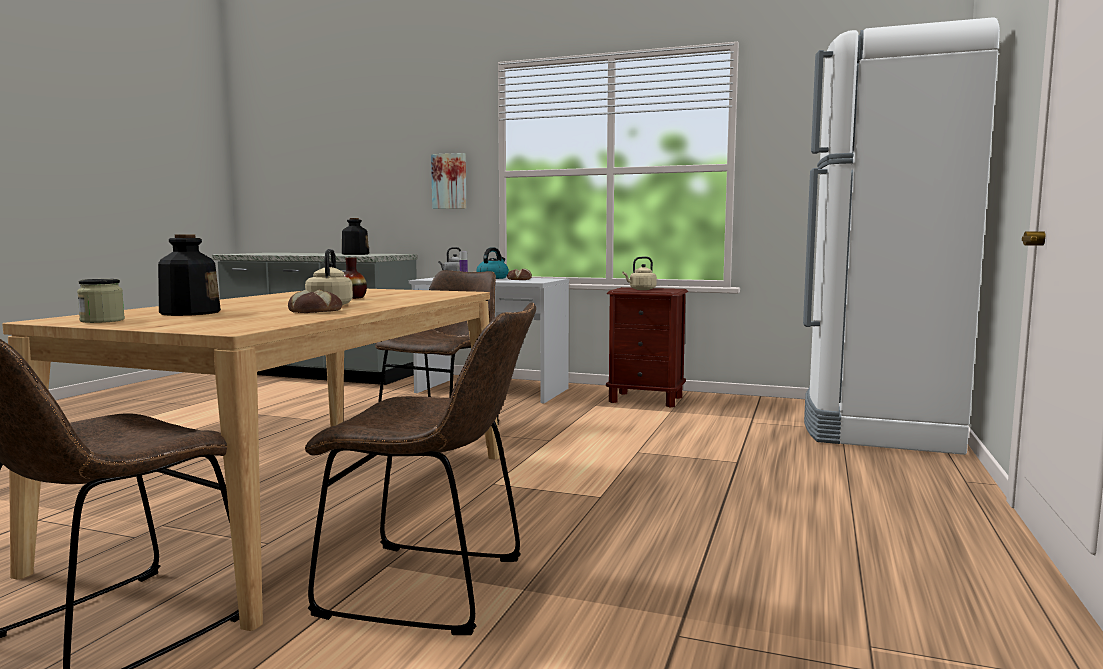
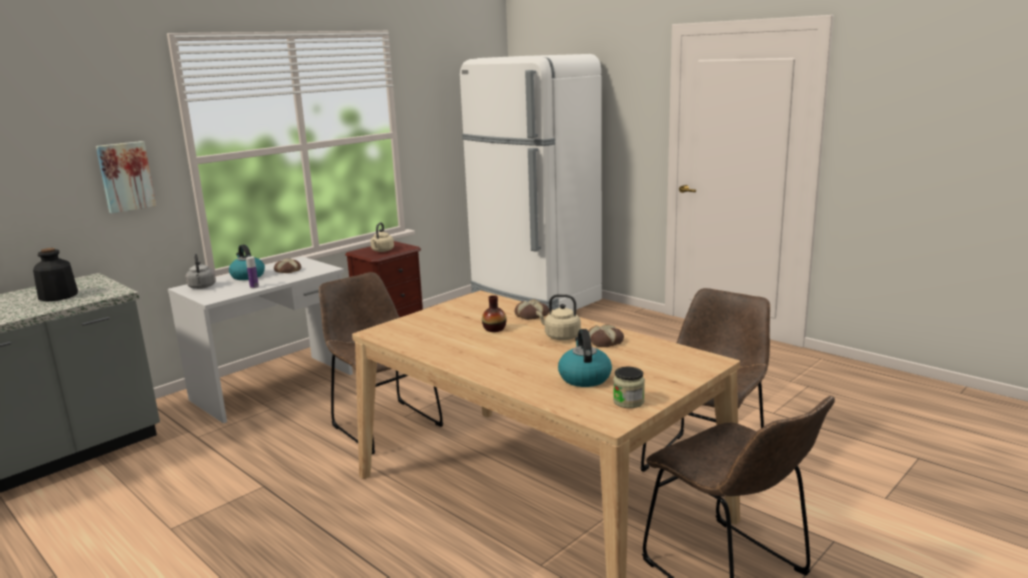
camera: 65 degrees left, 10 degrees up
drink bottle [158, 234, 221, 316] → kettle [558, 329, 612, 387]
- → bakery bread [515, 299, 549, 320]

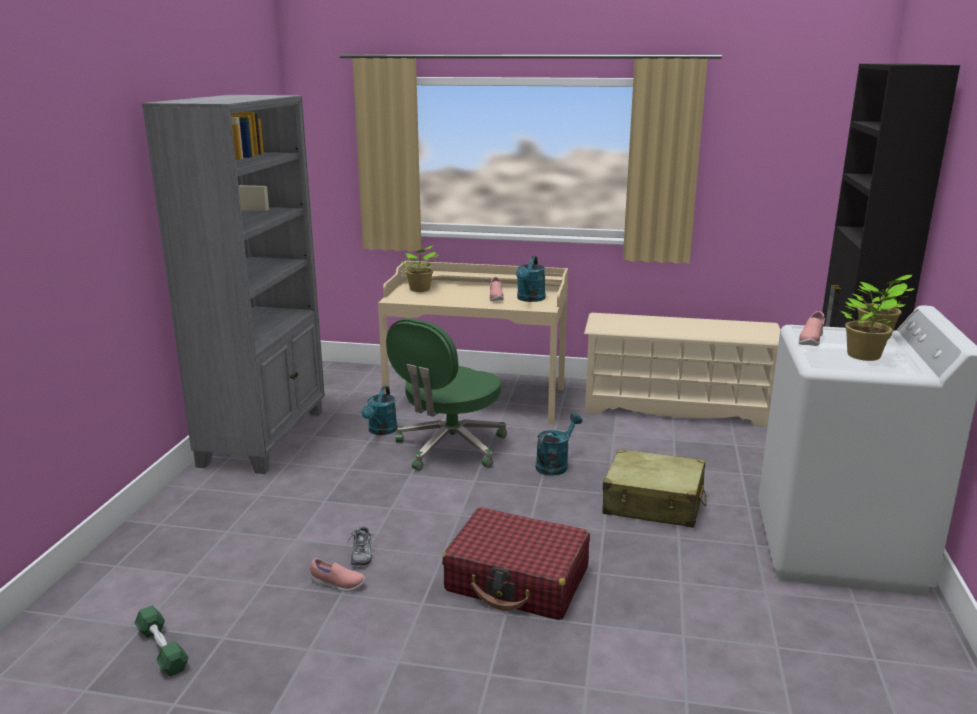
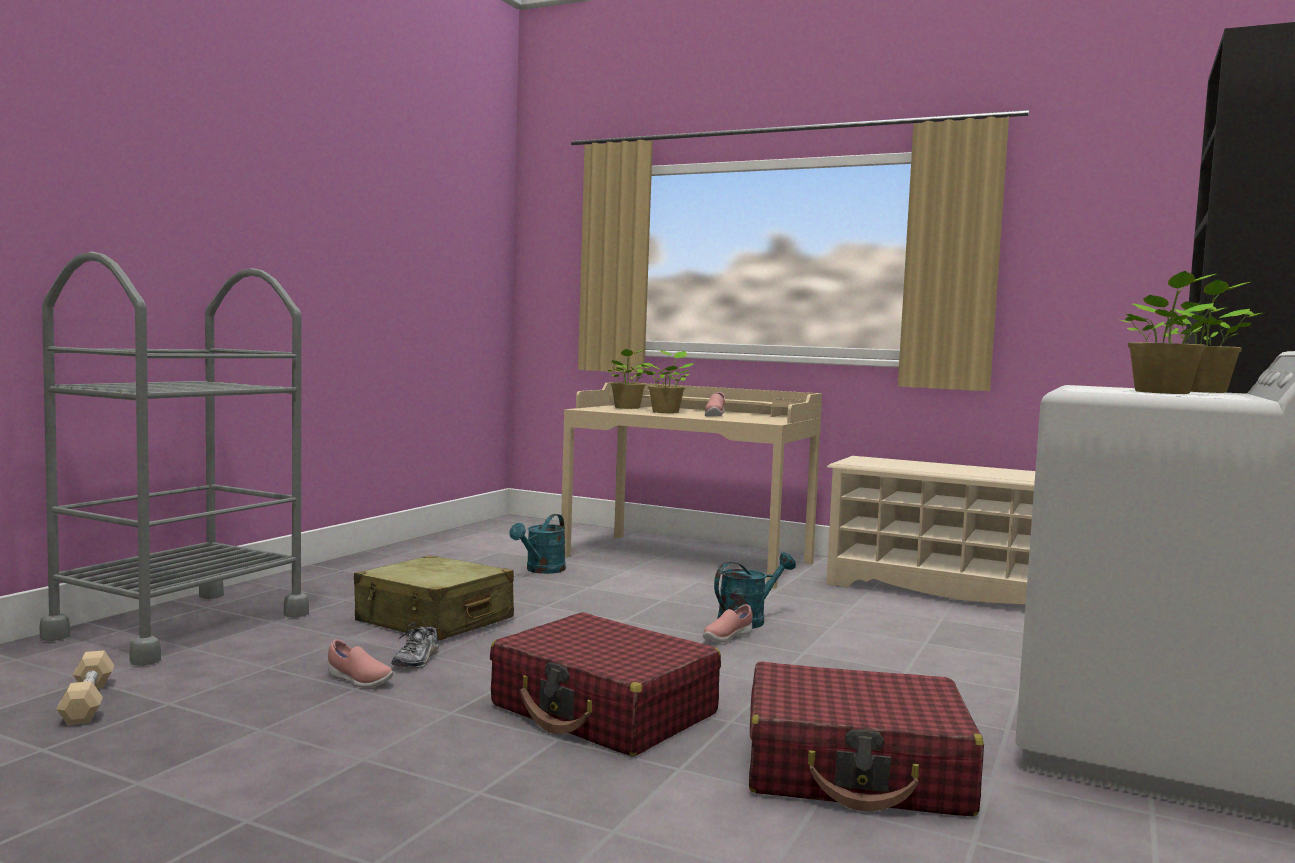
camera: 15 degrees right, 15 degrees down
shelving unit (greyish) [142, 95, 325, 474] → -
watering pot (blue-green) [516, 256, 545, 302] → -
shoe (pink-coloured) [799, 311, 825, 346] → shoe (pink-coloured) [703, 604, 753, 643], relocated
office chair (green) [386, 318, 507, 471] → -
travel case (sand-coloured) [602, 449, 707, 528] → travel case (sand-coloured) [354, 555, 514, 641], relocated
dumbbell (green) [135, 606, 189, 677] → dumbbell (sand-coloured) [57, 650, 114, 725]
- → trolley (greyish) [40, 252, 309, 666]
- → plant in a pot [641, 350, 694, 413]
- → travel case (reddish) [749, 661, 984, 817]

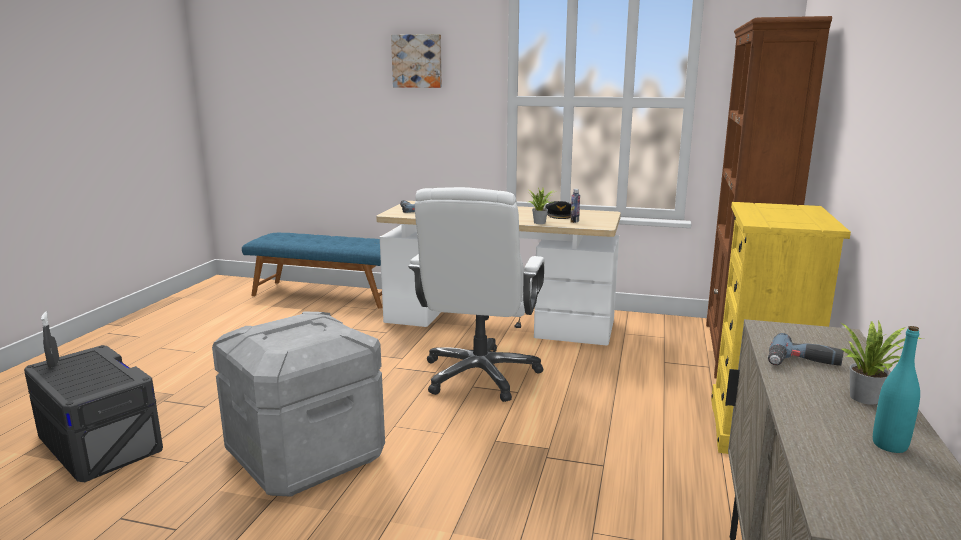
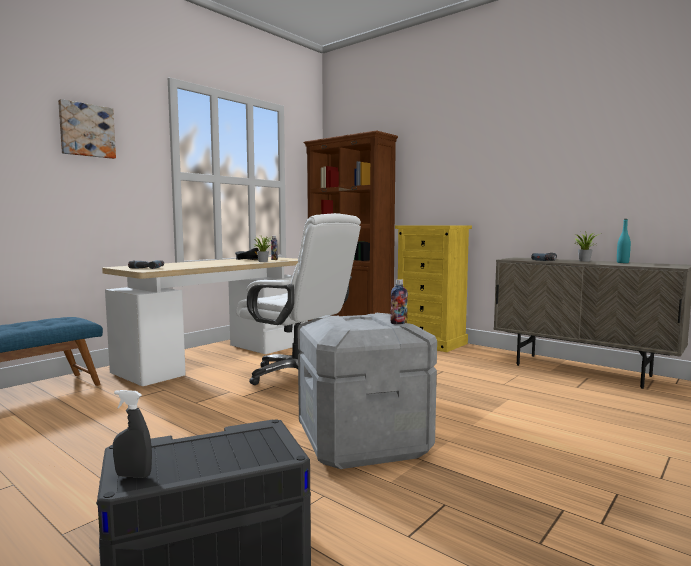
camera: 65 degrees left, 10 degrees down
- → drink bottle [390, 279, 408, 324]

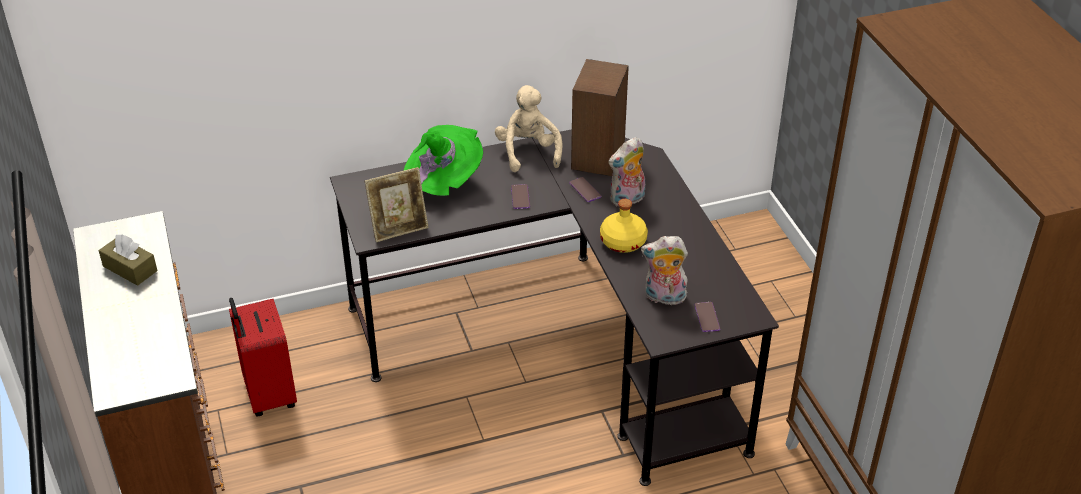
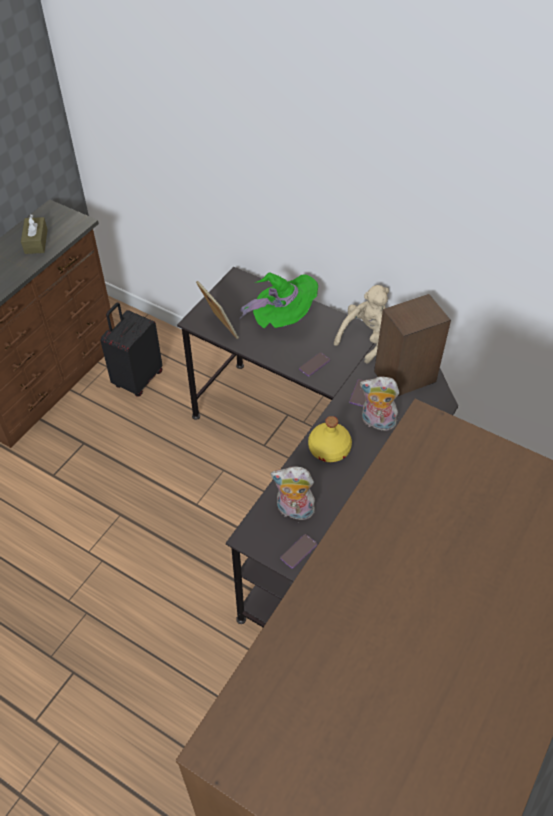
camera: 50 degrees right, 10 degrees up
standing frame [365, 167, 429, 242] → standing frame [196, 281, 239, 339], 150 degrees counterclockwise
plush toy [641, 236, 688, 308] → plush toy [271, 466, 315, 520], 45 degrees counterclockwise
travel case (reddish) [229, 298, 297, 416] → travel case (black-coloured) [100, 303, 162, 397]

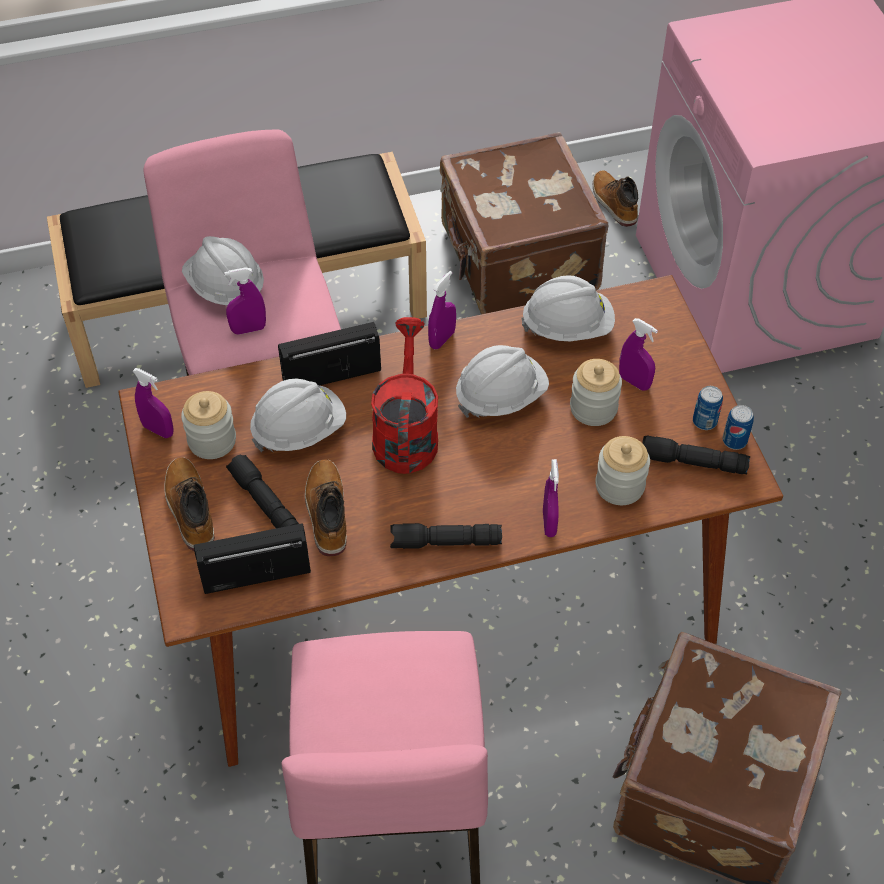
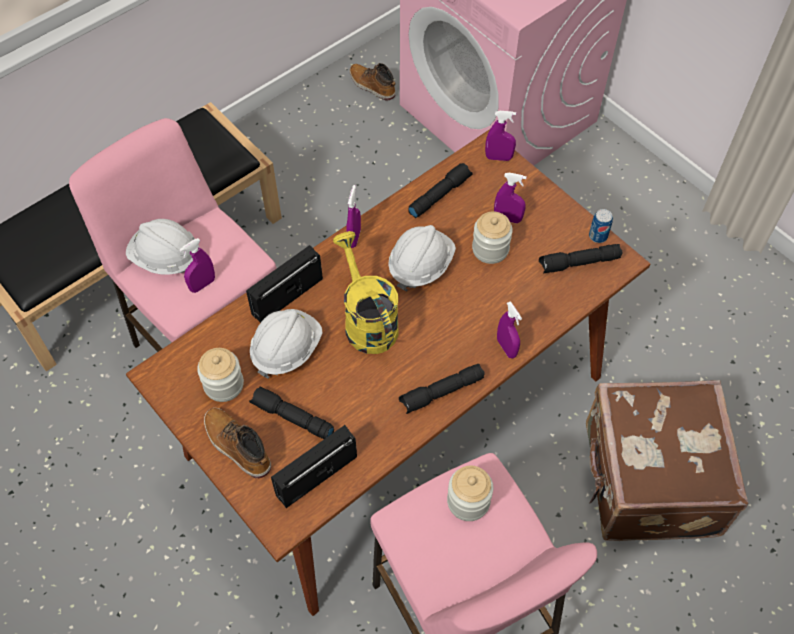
camera: 25 degrees left, 5 degrees up
travel case (brownish) [440, 132, 609, 314] → -
safety helmet (white-coloured) [521, 275, 615, 341] → hand torch (black-coloured) [408, 163, 473, 218]
watering pot (reddish) [371, 317, 438, 474] → watering pot (yellowish) [333, 231, 398, 354]
spray bottle (purple) [132, 368, 174, 438] → spray bottle (purple) [485, 111, 516, 161], relocated
can [693, 386, 723, 430] → -
preserve jar [595, 436, 650, 505] → preserve jar [447, 466, 493, 521], relocated
boot [305, 459, 347, 556] → -

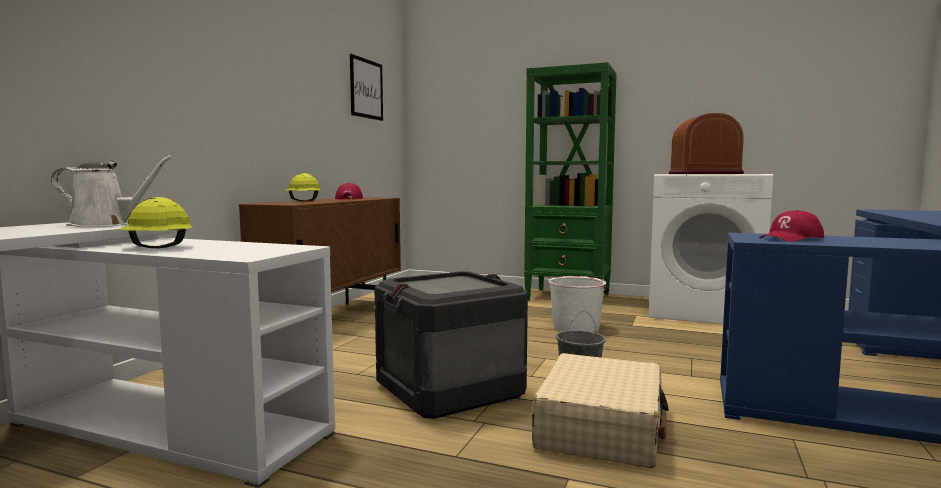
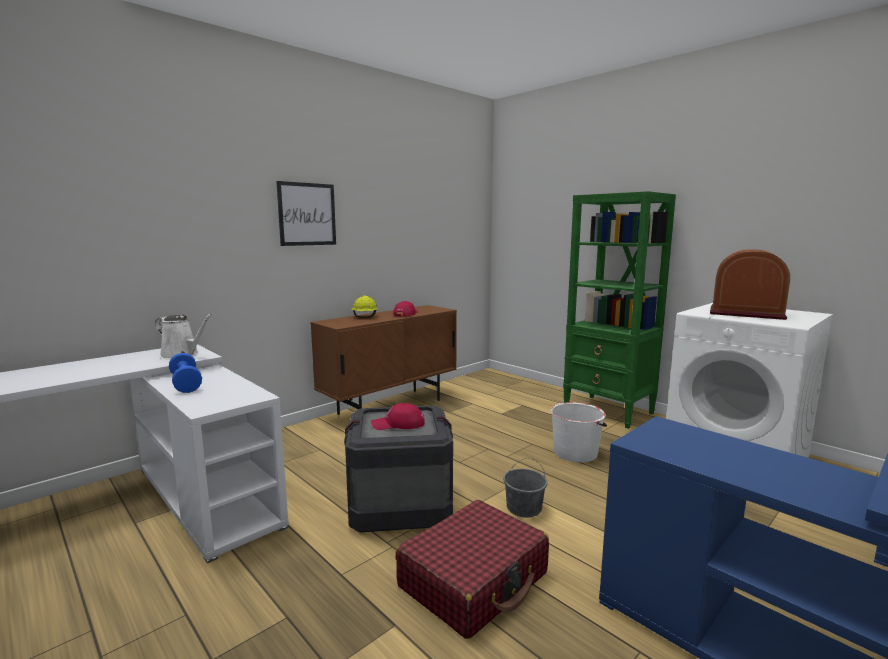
camera: 25 degrees right, 5 degrees up
picture [350, 54, 383, 121] → picture [276, 181, 336, 246], relocated
safety helmet (yellowish) [120, 197, 193, 248] → dumbbell (blue-coloured) [169, 353, 202, 393]
cap (reddish) [759, 210, 824, 242] → cap (reddish) [371, 403, 425, 430], relocated
travel case (sand-coloured) [532, 353, 669, 469] → travel case (reddish) [396, 500, 549, 639]

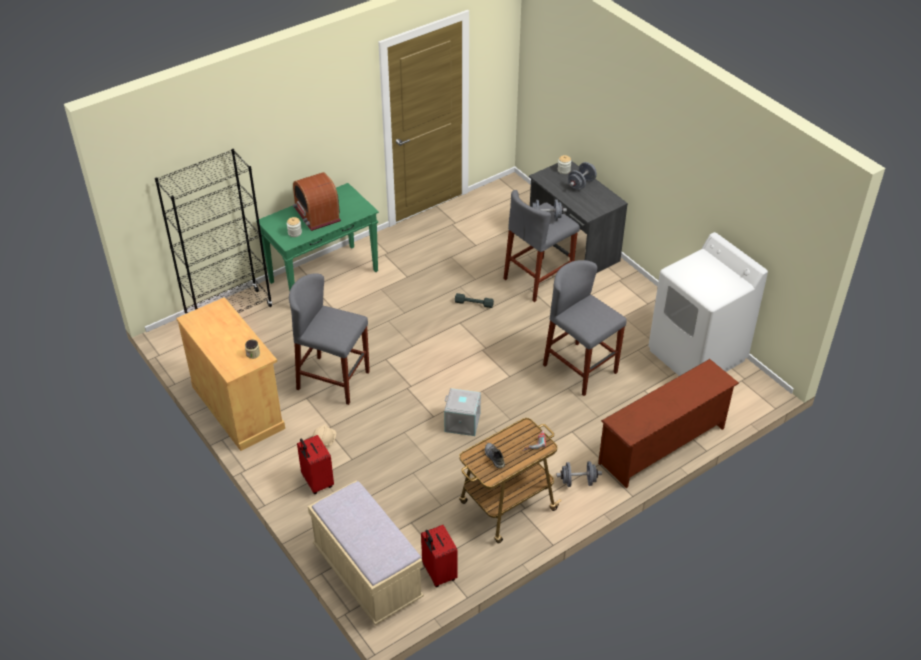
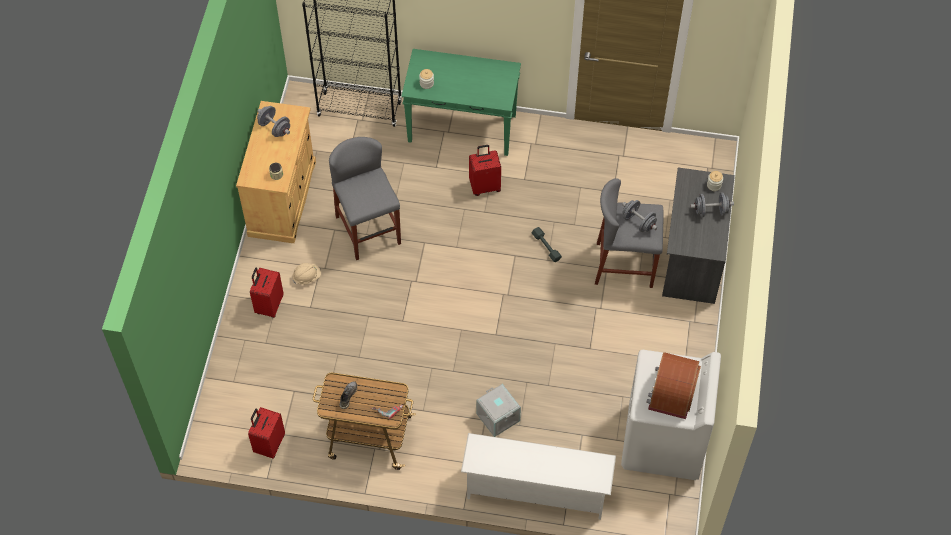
camera: 45 degrees right, 15 degrees up
radio set [293, 172, 341, 231] → radio set [646, 352, 701, 419], relocated
sitting stool (greyish) [543, 260, 627, 396] → -
shoe rack (brownish) [598, 359, 739, 488] → shoe rack (white-coloured) [461, 433, 616, 520]
storage bin (greyish) [444, 388, 481, 436] → storage bin (greyish) [476, 384, 521, 437], relocated
dumbbell (greyish) [556, 461, 602, 487] → dumbbell (greyish) [257, 106, 290, 137], relocated
bench (sand-coloured) [308, 480, 424, 625] → -
- → travel case (reddish) [469, 145, 501, 196]

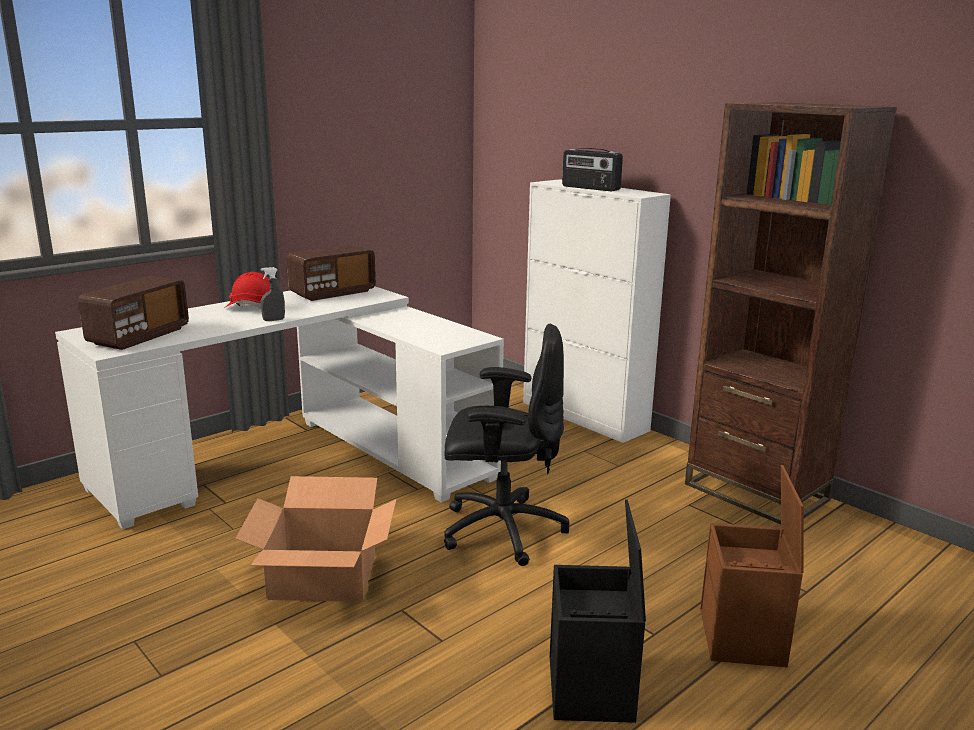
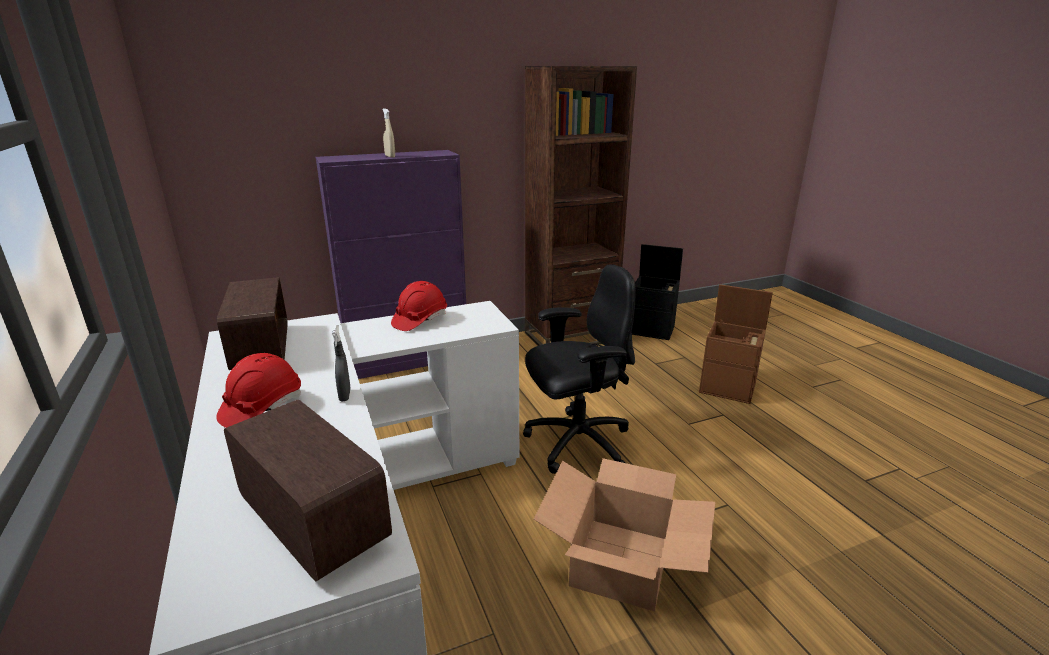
camera: 70 degrees left, 5 degrees up
radio set [562, 148, 623, 192] → spray bottle (sand-coloured) [382, 108, 395, 158]
storage cabinet (white-coloured) [523, 179, 671, 443] → storage cabinet (purple) [316, 150, 466, 379]
office chair (black-coloured) [444, 324, 569, 566] → office chair (black-coloured) [523, 264, 636, 474], 45 degrees clockwise
storage bin (black-coloured) [550, 500, 646, 723] → storage bin (black-coloured) [632, 244, 683, 340], relocated
- → safety helmet (reddish) [391, 281, 447, 331]

